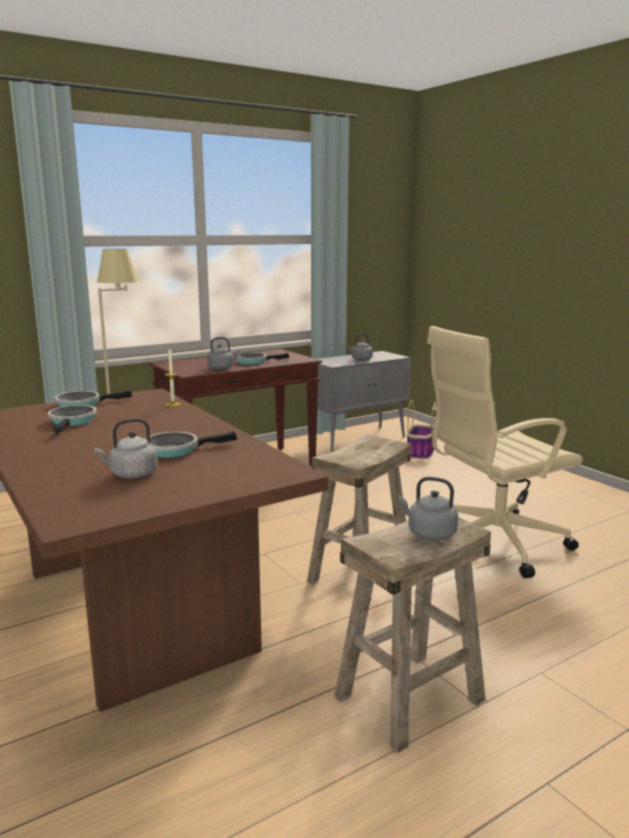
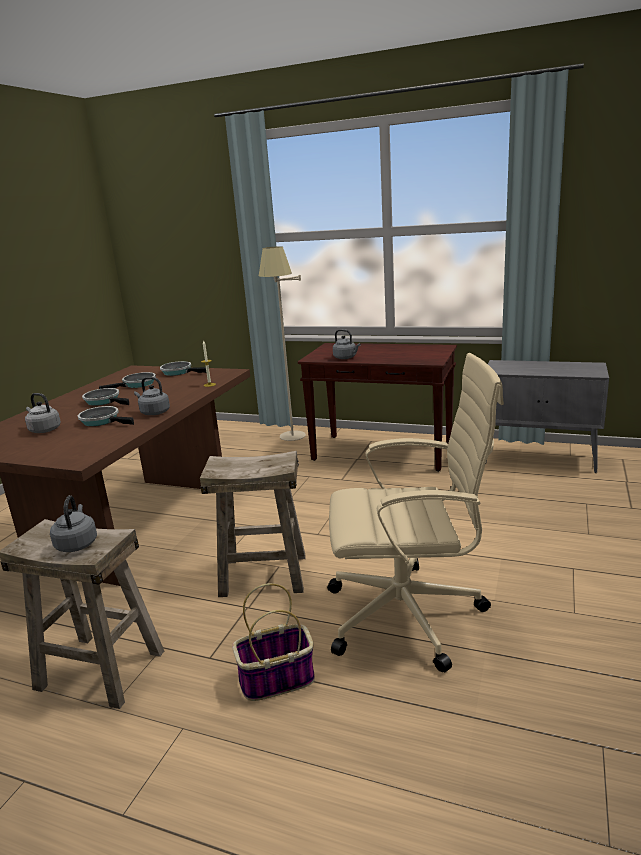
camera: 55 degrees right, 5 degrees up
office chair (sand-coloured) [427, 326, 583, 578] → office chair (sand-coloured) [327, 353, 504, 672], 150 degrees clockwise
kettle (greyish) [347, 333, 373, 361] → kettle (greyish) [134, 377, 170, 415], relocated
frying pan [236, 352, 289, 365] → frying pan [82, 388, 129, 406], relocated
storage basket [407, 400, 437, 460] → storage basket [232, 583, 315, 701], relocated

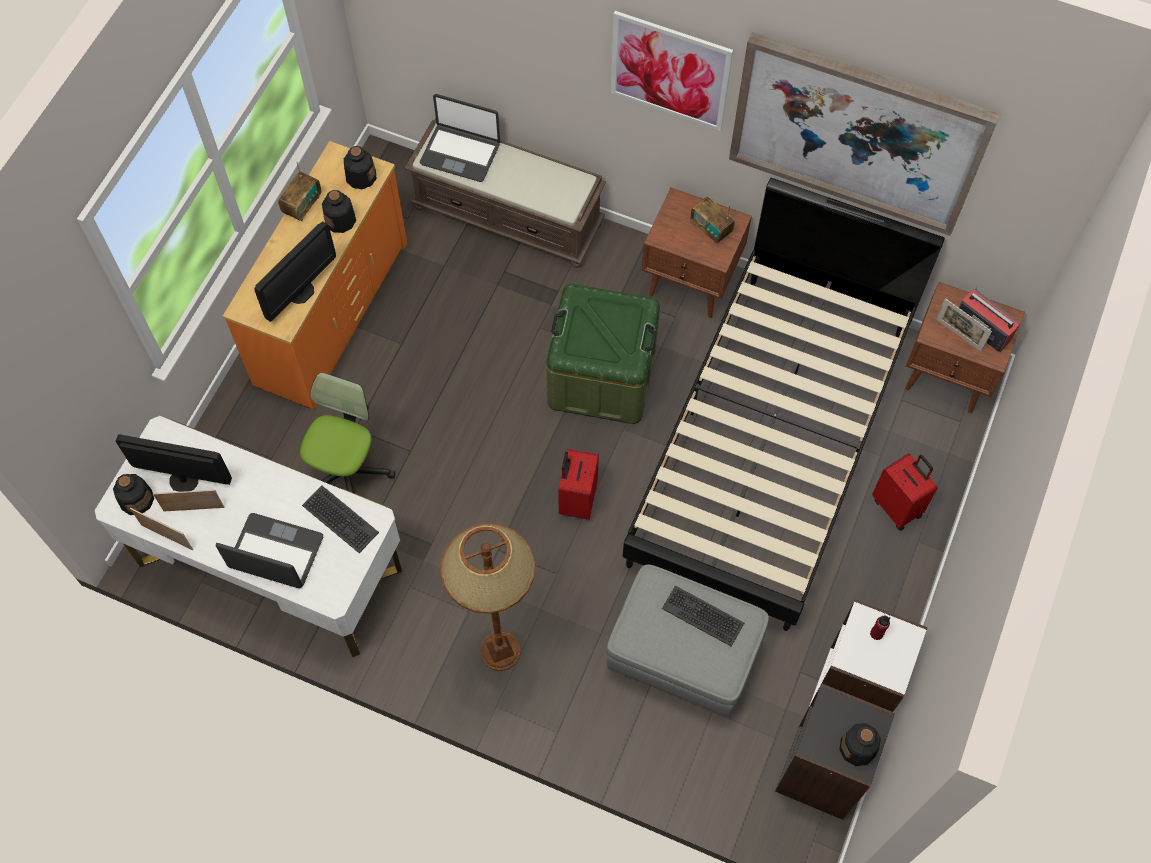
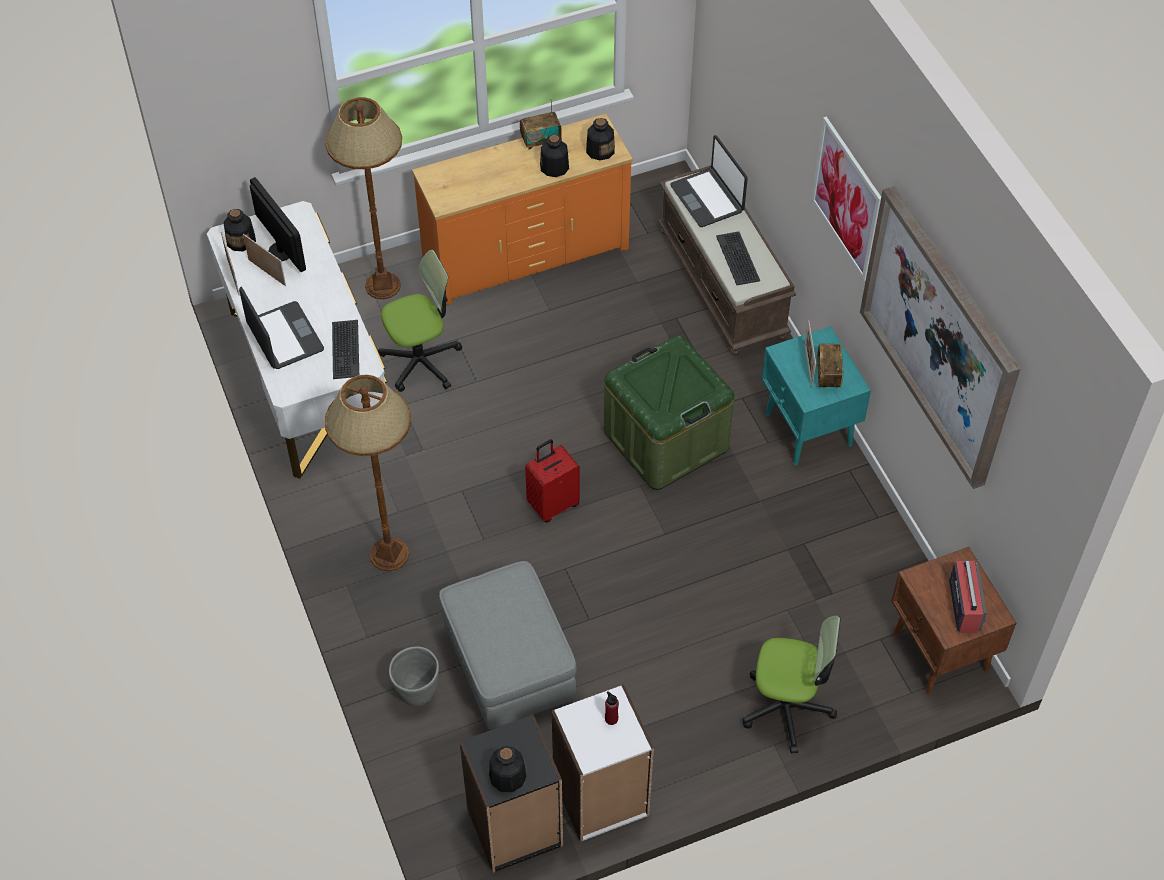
camera: 45 degrees right, 10 degrees down
bed (black-coloured) [623, 178, 945, 631] → -
bedside table (brownish) [642, 188, 752, 318] → bedside table (blue-green) [761, 326, 871, 465]
computer screen [255, 221, 336, 322] → -
standing frame [936, 298, 992, 352] → standing frame [804, 320, 816, 388], relocated
travel case (reddish) [872, 453, 938, 531] → office chair [742, 615, 840, 754]
computer keyboard [662, 586, 744, 646] → computer keyboard [716, 231, 760, 285], relocated
- → standing lamp (brownish) [325, 97, 402, 299]
- → plant pot (greyish) [389, 646, 439, 706]

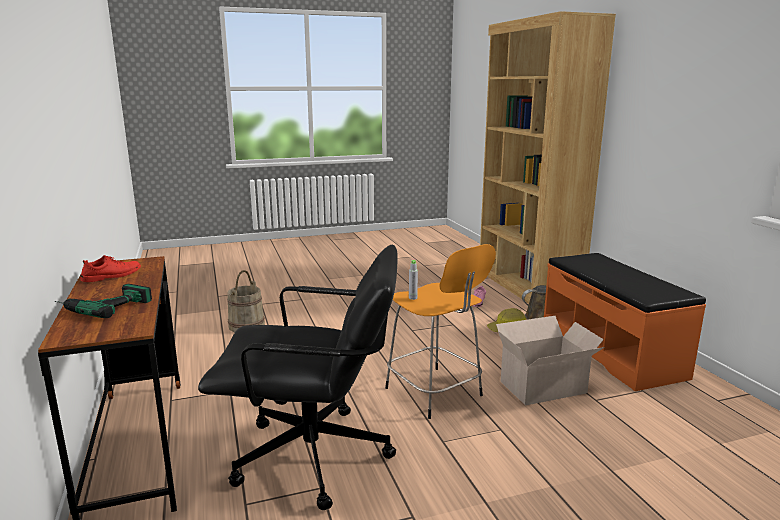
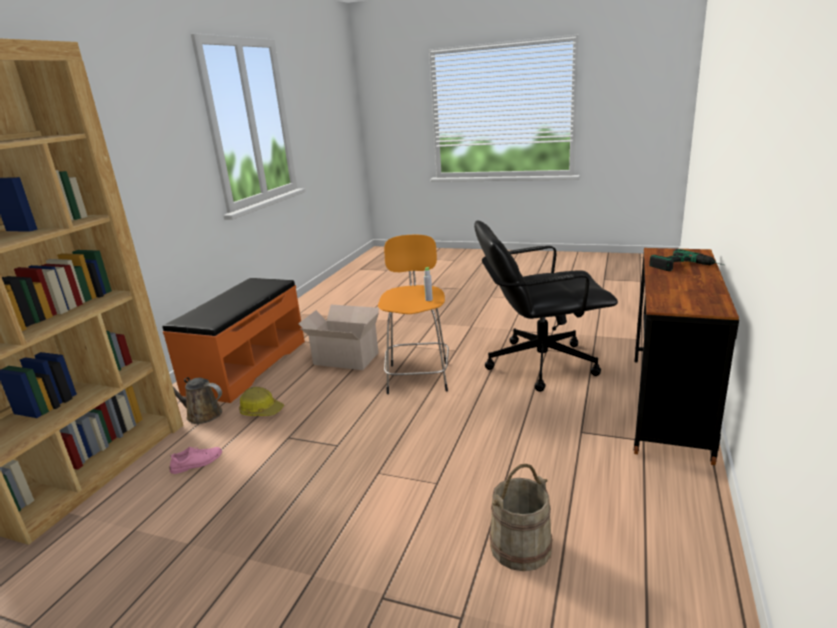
camera: 140 degrees left, 5 degrees up
office chair (black-coloured) [198, 245, 398, 510] → office chair (black-coloured) [474, 221, 618, 392], 45 degrees counterclockwise
shoe (reddish) [81, 255, 141, 282] → -

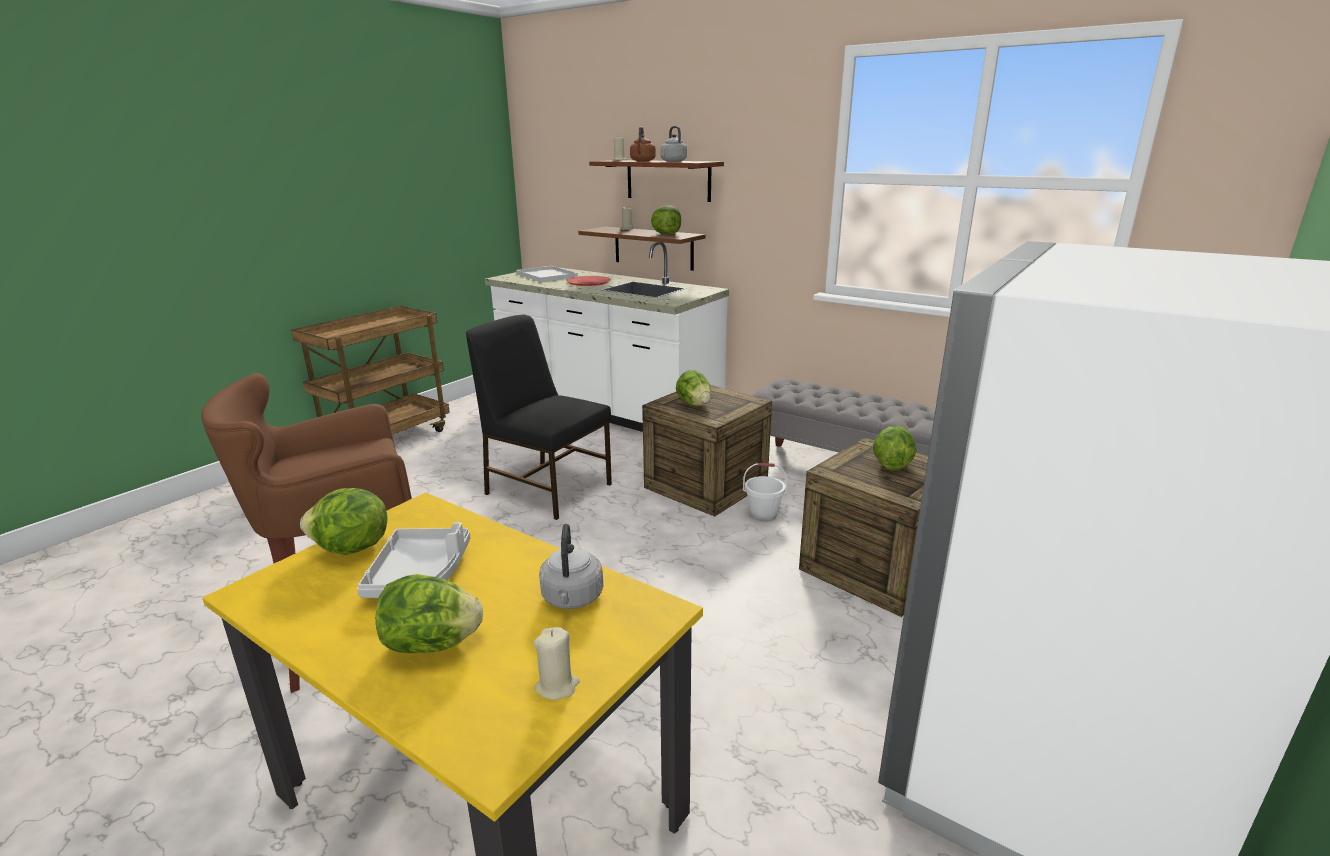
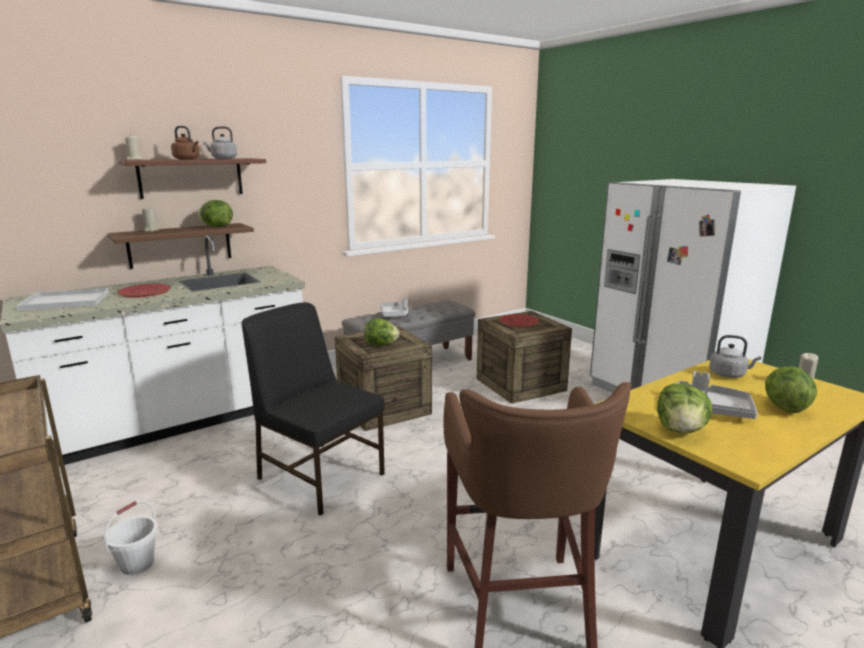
camera: 70 degrees left, 5 degrees down
plain chair (black-coloured) [466, 315, 612, 520] → plain chair (black-coloured) [242, 302, 385, 515], 75 degrees clockwise
lettuce head [873, 425, 917, 471] → dinner plate (reddish) [499, 314, 539, 327]
bucket (white-coloured) [743, 463, 788, 522] → bucket (white-coloured) [104, 501, 158, 575], relocated
- → serving tray (greyish) [380, 298, 408, 317]

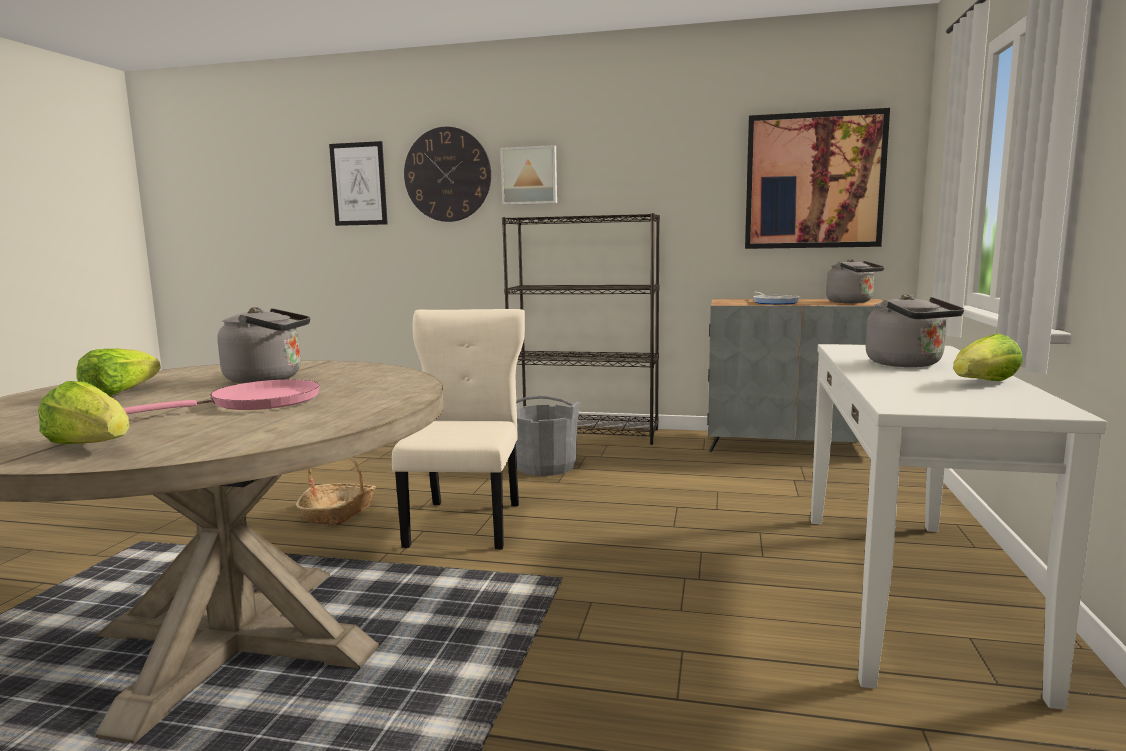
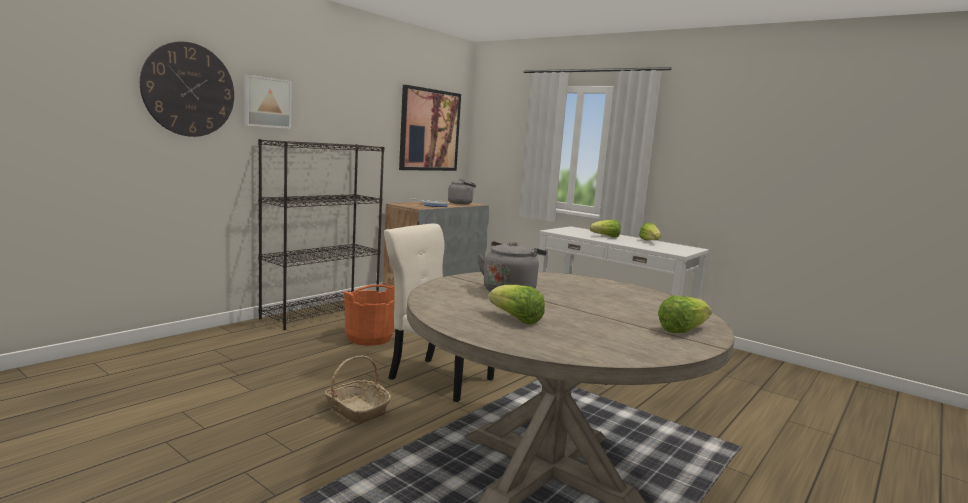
camera: 65 degrees left, 0 degrees up
picture [329, 141, 388, 226] → -
kettle (greyish) [866, 294, 964, 367] → lettuce head [590, 220, 621, 237]
frying pan (pink-coloured) [123, 379, 320, 414] → -
bucket (greyish) [516, 395, 580, 476] → bucket (orange) [343, 284, 395, 346]

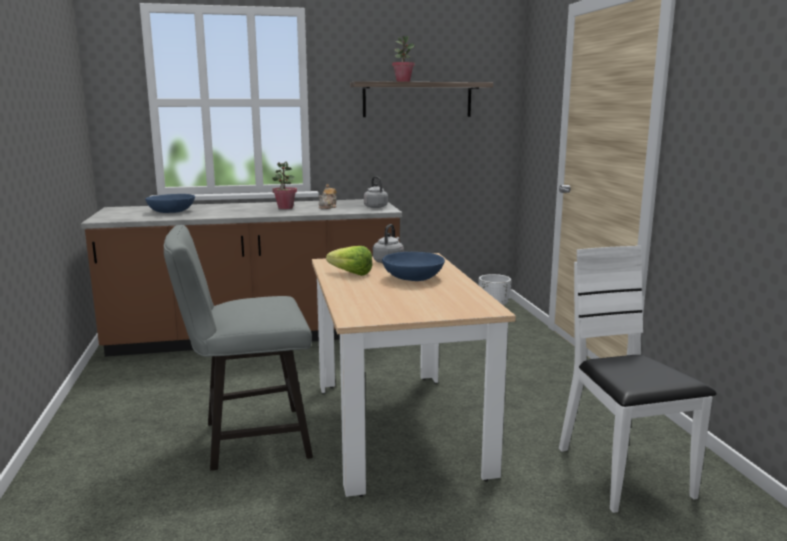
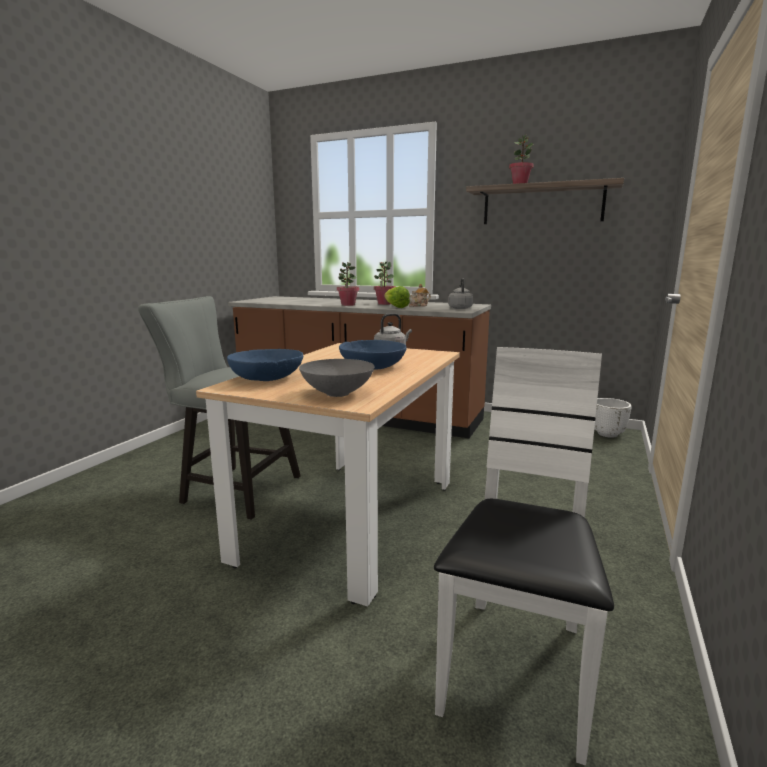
camera: 35 degrees right, 0 degrees up
deep dish (blue-coloured) [145, 194, 195, 213] → deep dish (blue-coloured) [227, 349, 303, 381], relocated
lettuce head [326, 246, 372, 276] → lettuce head [384, 286, 410, 308], relocated
- → plant in a pot [337, 262, 359, 306]
- → deep dish (greyish) [299, 359, 375, 397]

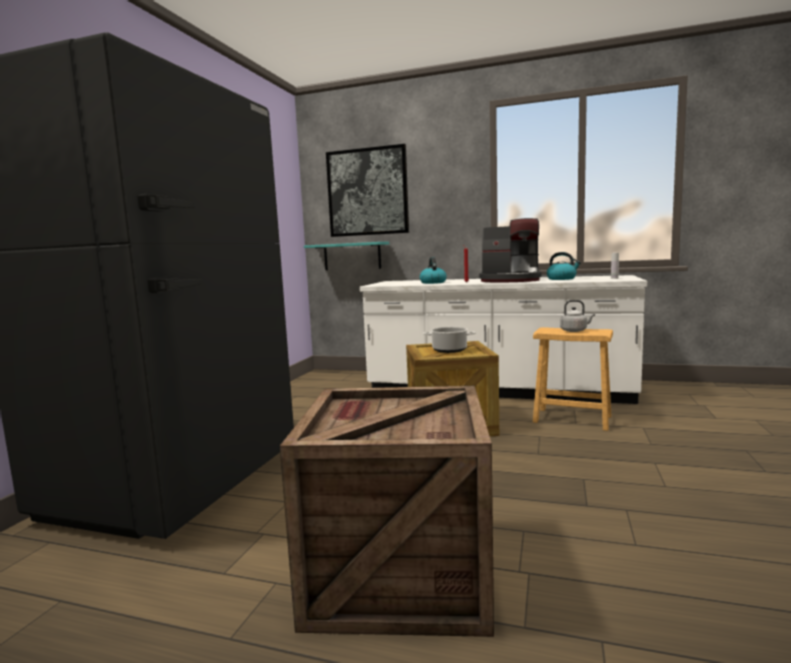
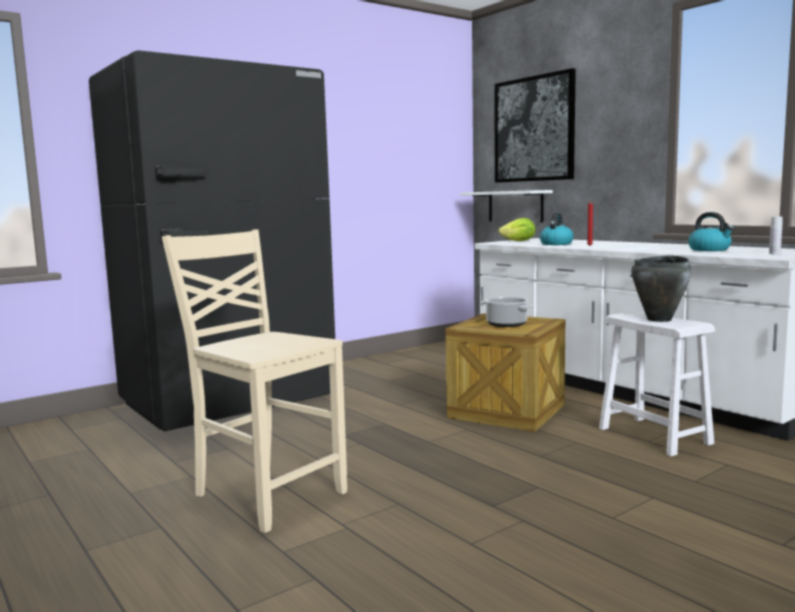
camera: 35 degrees right, 0 degrees up
coffee machine [479, 218, 541, 282] → -
shelf (blue-green) [304, 242, 389, 270] → shelf (white-coloured) [460, 190, 553, 222]
kettle (greyish) [560, 300, 595, 332] → stockpot (black-coloured) [631, 255, 692, 322]
sitting stool (brownish) [533, 327, 613, 431] → sitting stool (white-coloured) [599, 311, 715, 457]
packing crate [280, 386, 494, 637] → plain chair (sand-coloured) [162, 229, 347, 533]
- → lettuce head [498, 218, 535, 241]

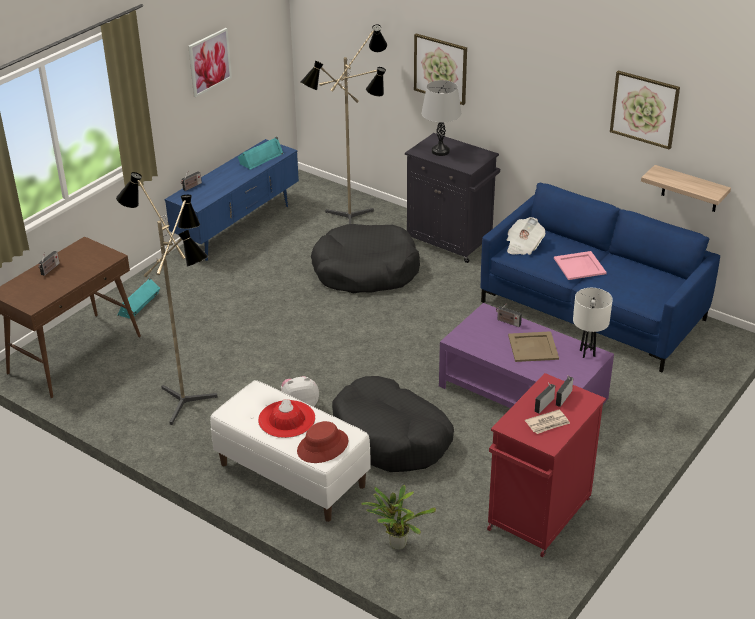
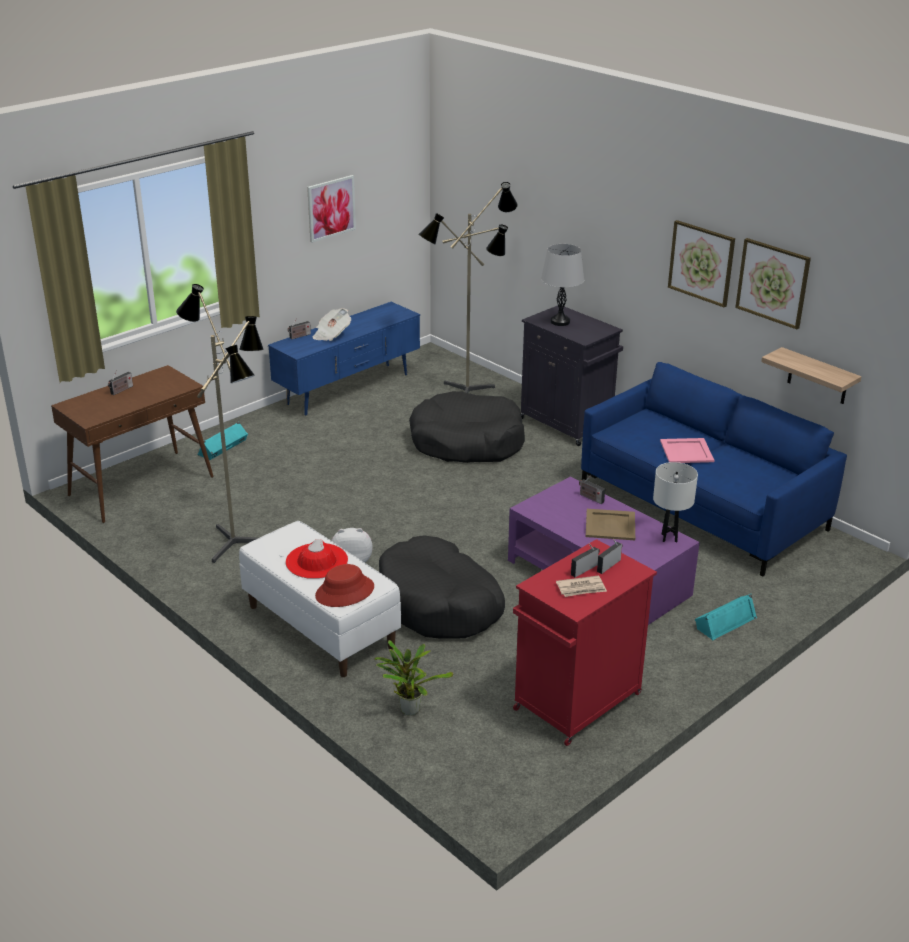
camera: 10 degrees right, 5 degrees down
picture [414, 33, 467, 105] → picture [668, 220, 735, 307], relocated
audio speaker (blue-green) [238, 137, 284, 170] → audio speaker (blue-green) [695, 594, 757, 640], relocated
printed paper [506, 217, 545, 255] → printed paper [313, 308, 351, 341], relocated

